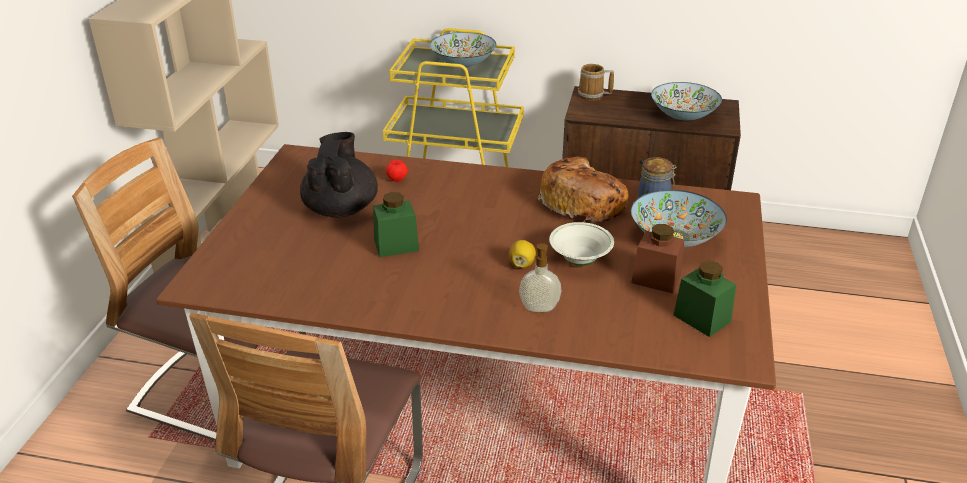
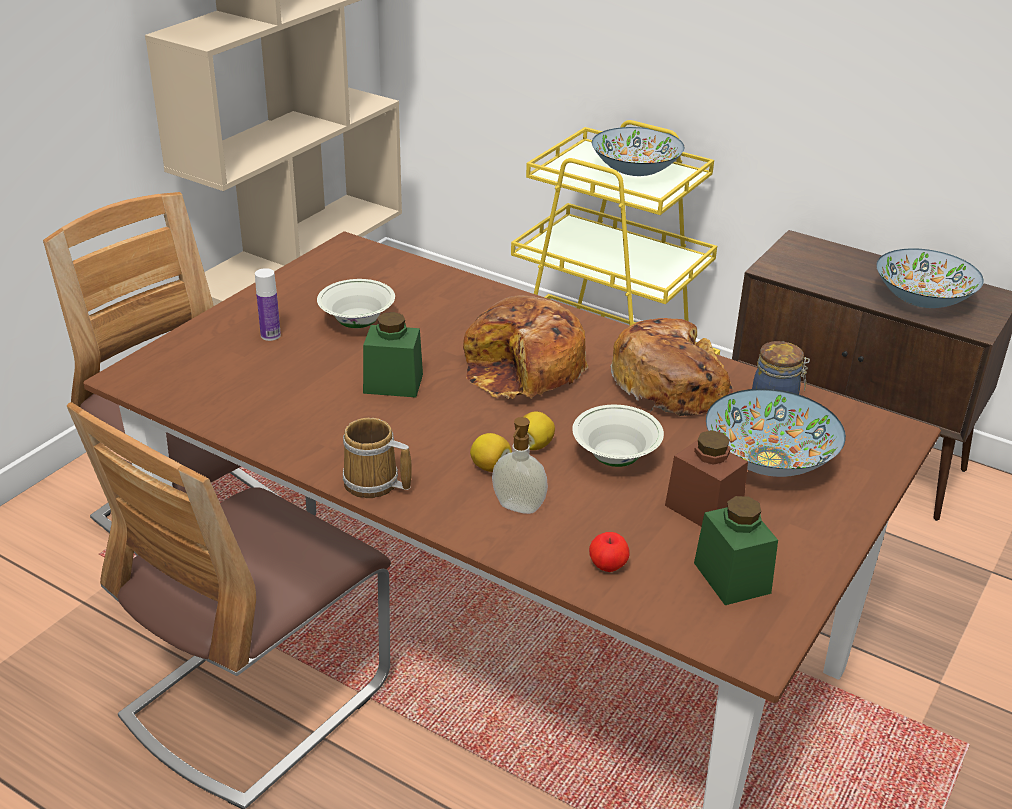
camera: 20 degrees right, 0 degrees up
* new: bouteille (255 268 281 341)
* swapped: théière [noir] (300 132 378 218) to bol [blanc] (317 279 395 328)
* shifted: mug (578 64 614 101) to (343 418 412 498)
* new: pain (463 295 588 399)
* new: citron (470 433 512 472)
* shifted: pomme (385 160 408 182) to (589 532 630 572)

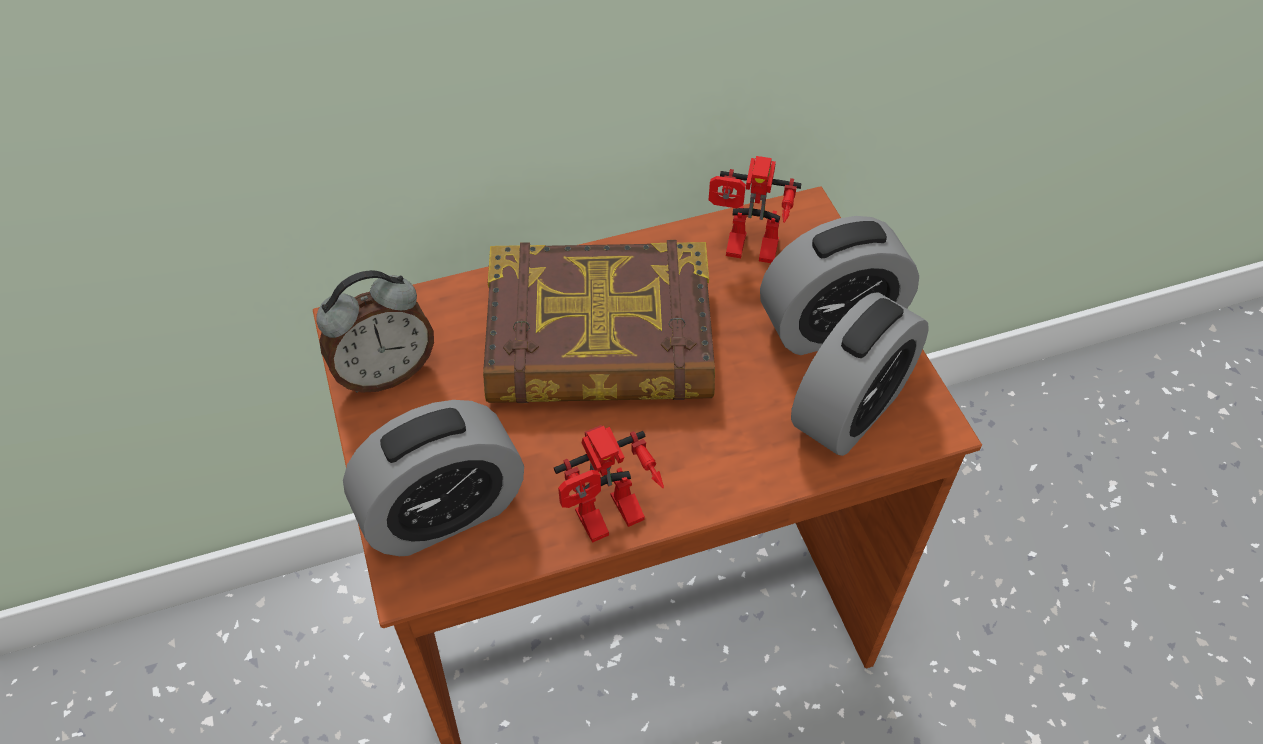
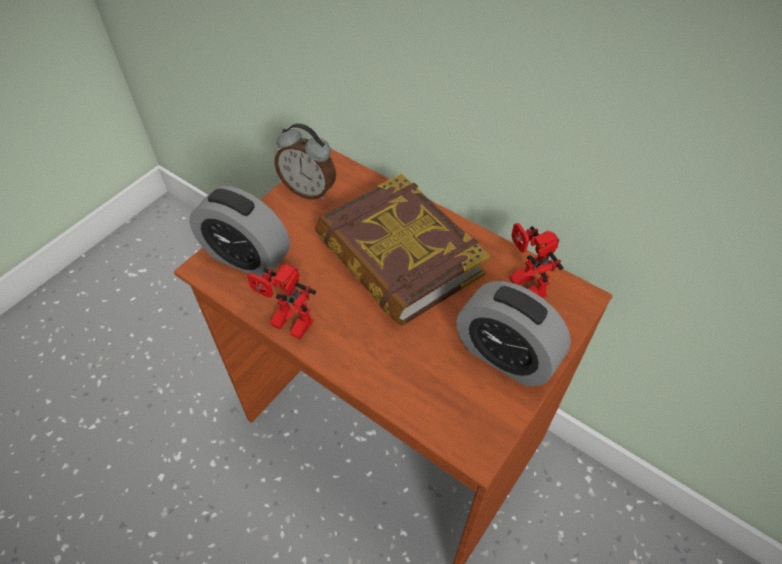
camera: 55 degrees right, 0 degrees up
* gone: réveil (791 292 928 456)

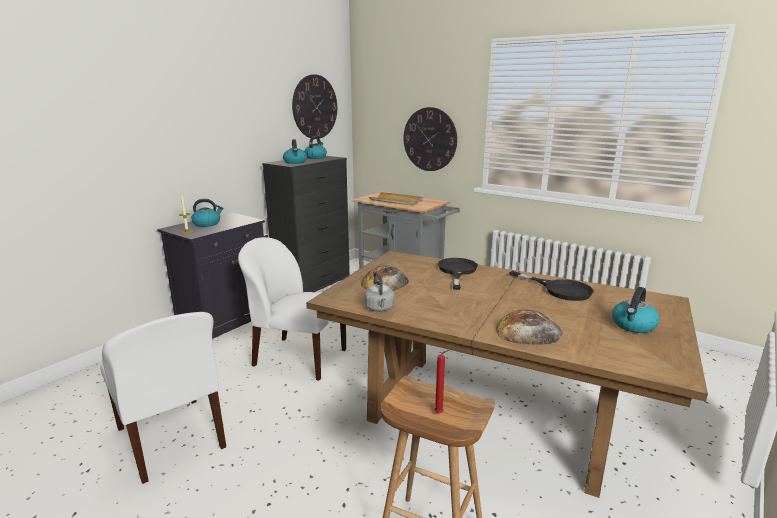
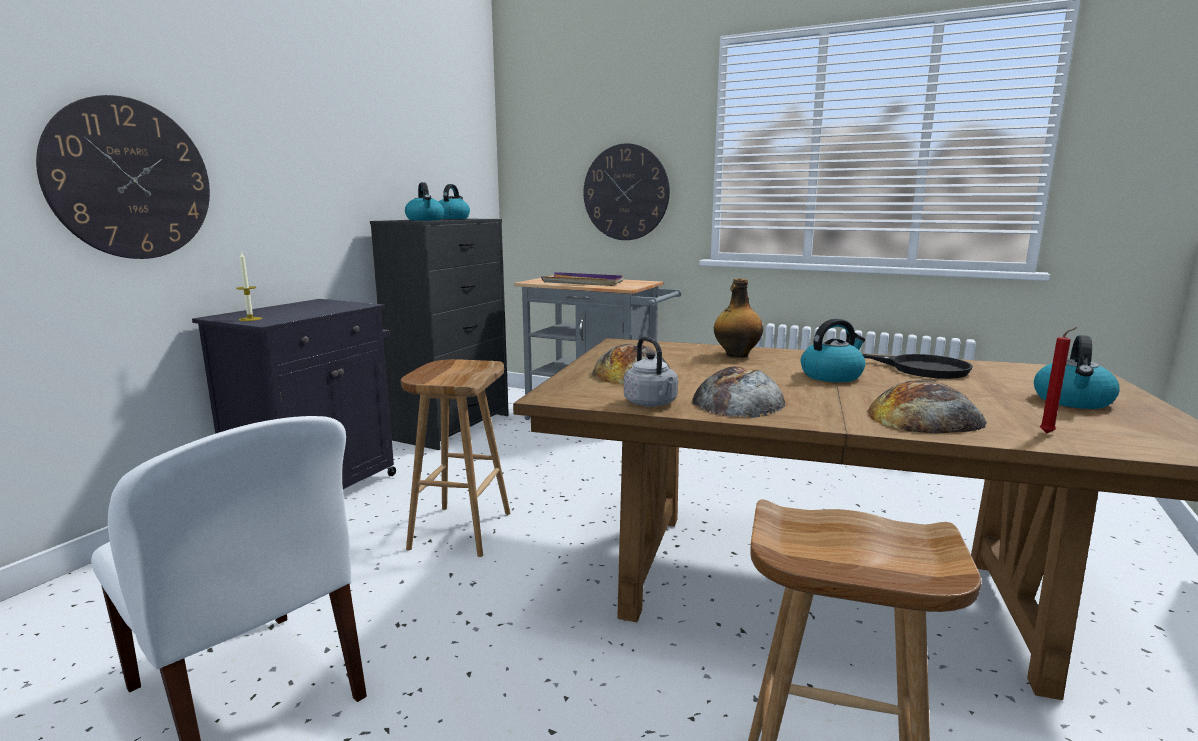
camera: 10 degrees left, 5 degrees down
* shifted: horloge murale (292 74 337 139) to (36 95 210 259)
* swapped: chaise [blanc] (238 237 346 381) to tabouret [marron] (401 359 510 557)
* repainted: plateau [beige] (369 192 423 206) to plateau [violet] (541 272 623 286)
* new: pain (692 366 785 418)
* swapped: poêle [noir] (438 258 478 290) to bouteille (714 278 763 358)
* shifted: bouilloire (191 199 223 227) to (801 319 865 382)
* shifted: bougie [rouge] (434 350 450 413) to (1040 327 1077 433)

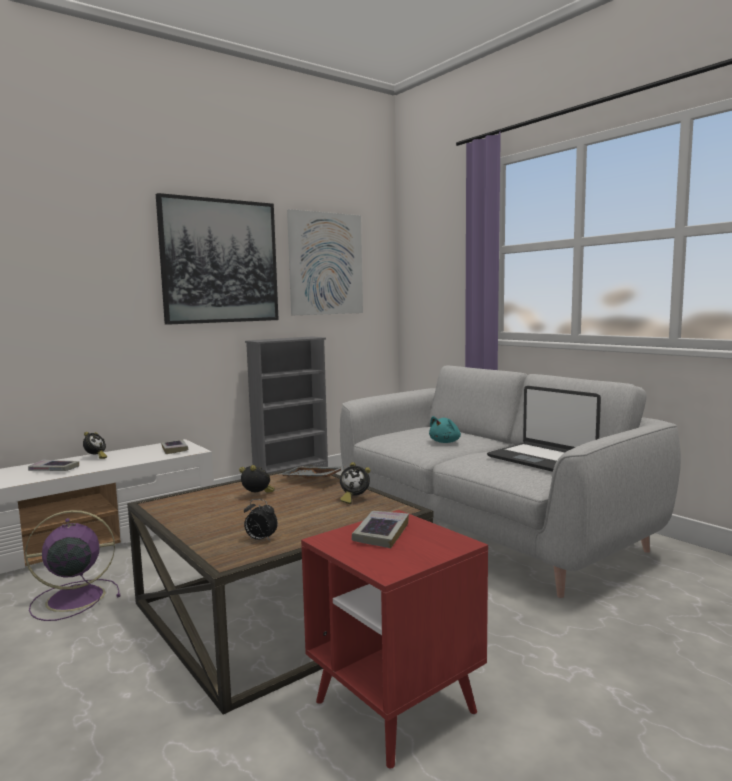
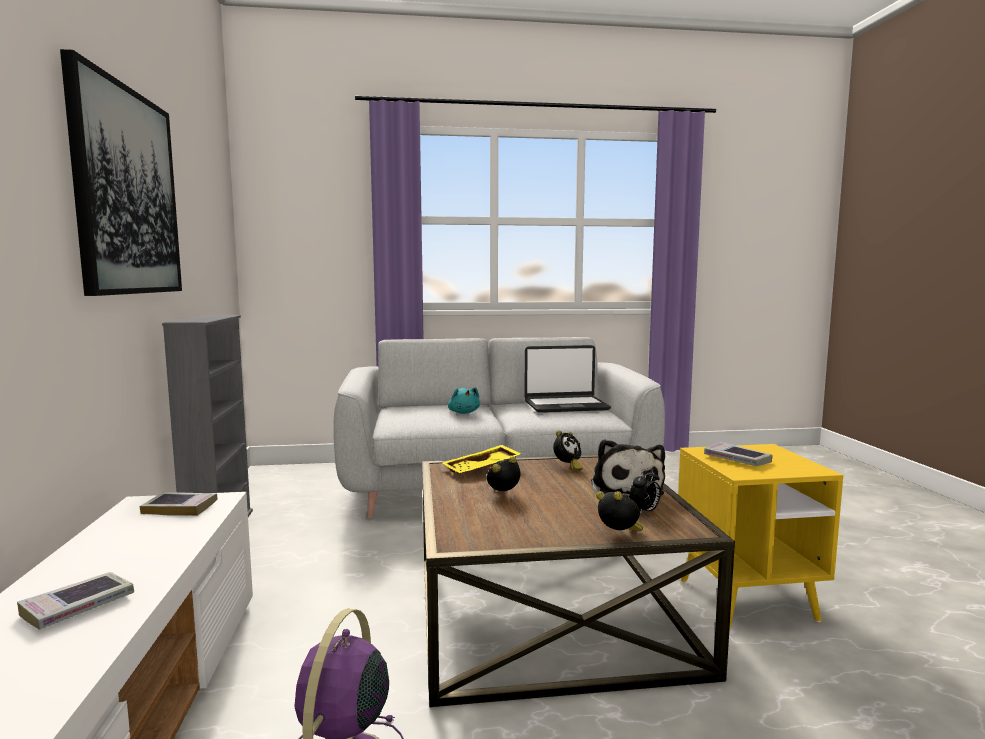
camera: 60 degrees left, 0 degrees up
* repainted: plateau [gris] (280 466 346 479) to plateau [jaune] (442 445 521 474)
* new: peluche (591 439 665 496)
* shifted: réveil (83 432 107 459) to (596 491 644 531)
* repainted: table d'appoint [rouge] (301 510 488 770) to table d'appoint [jaune] (678 444 843 628)
* gone: tableau (287 209 363 315)

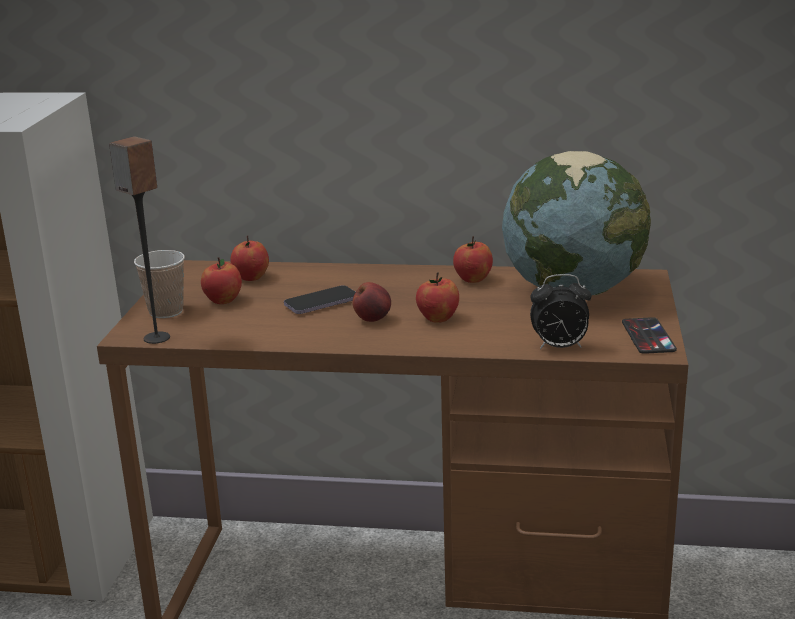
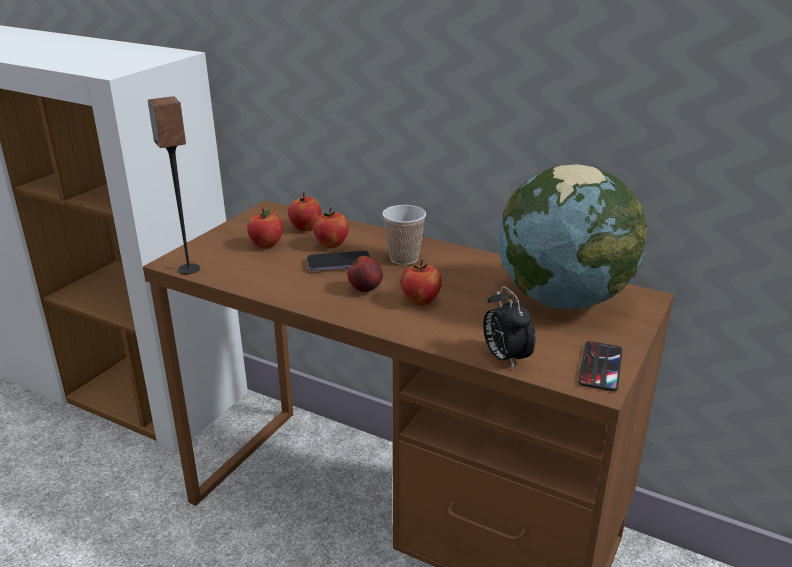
camera: 20 degrees right, 5 degrees up
* shifted: pomme (453 236 493 283) to (313 208 349 248)
* shifted: tasse (134 250 185 318) to (382 205 426 265)
* rotated: réveil (530 274 592 349) = (483 286 535 369) 45 degrees clockwise

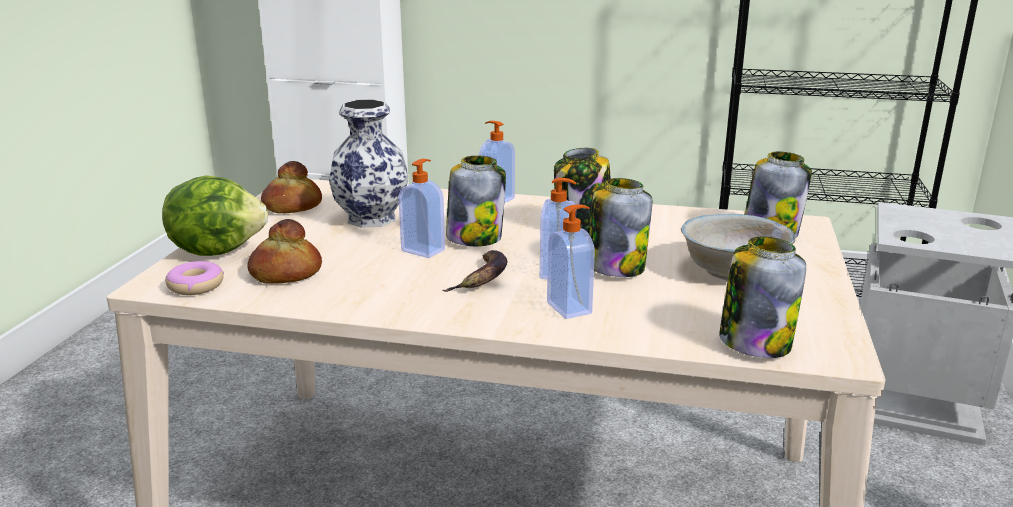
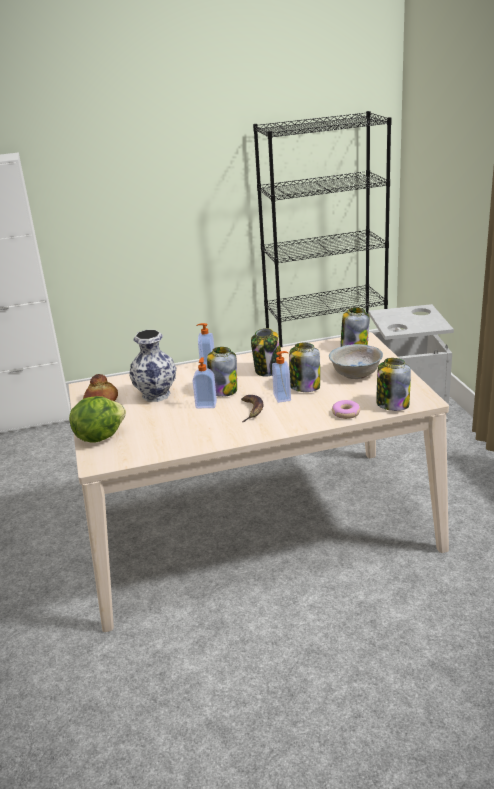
camera: 25 degrees left, 5 degrees up
* shifted: beignet (165 261 224 295) to (332 400 360 419)
* gone: pain (247 219 322 284)
* gone: distributeur de savon (547 204 595 319)

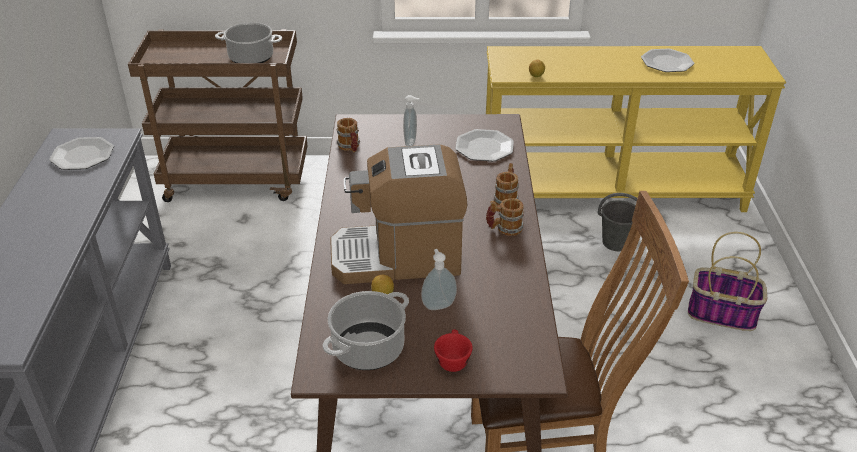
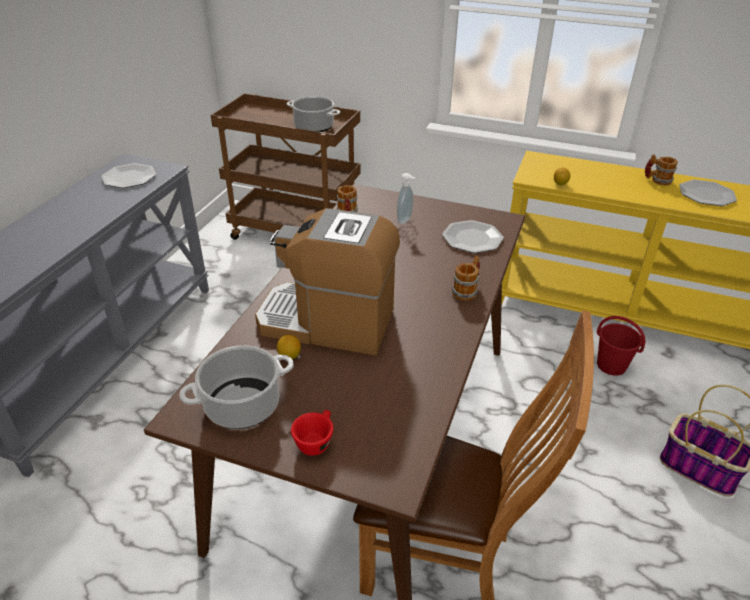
camera: 20 degrees right, 0 degrees up
* repainted: seau [gris] (598 193 637 251) to seau [rouge] (597 316 645 376)
* shifted: mug (486 198 524 236) to (645 154 678 186)
* gone: distributeur de savon (421 249 457 310)

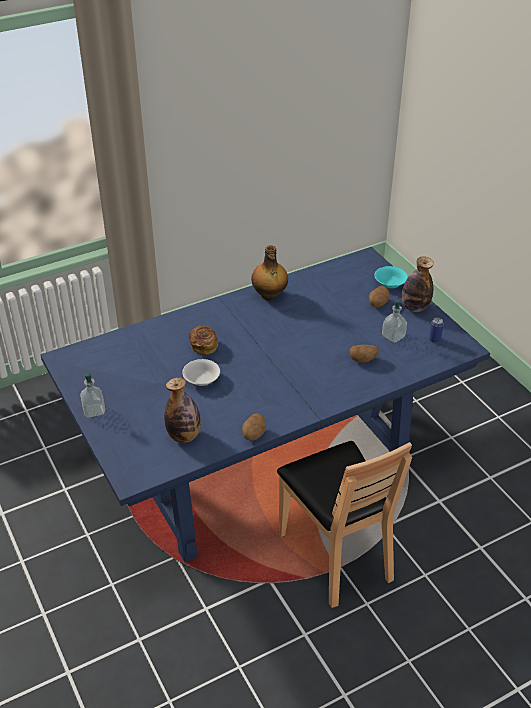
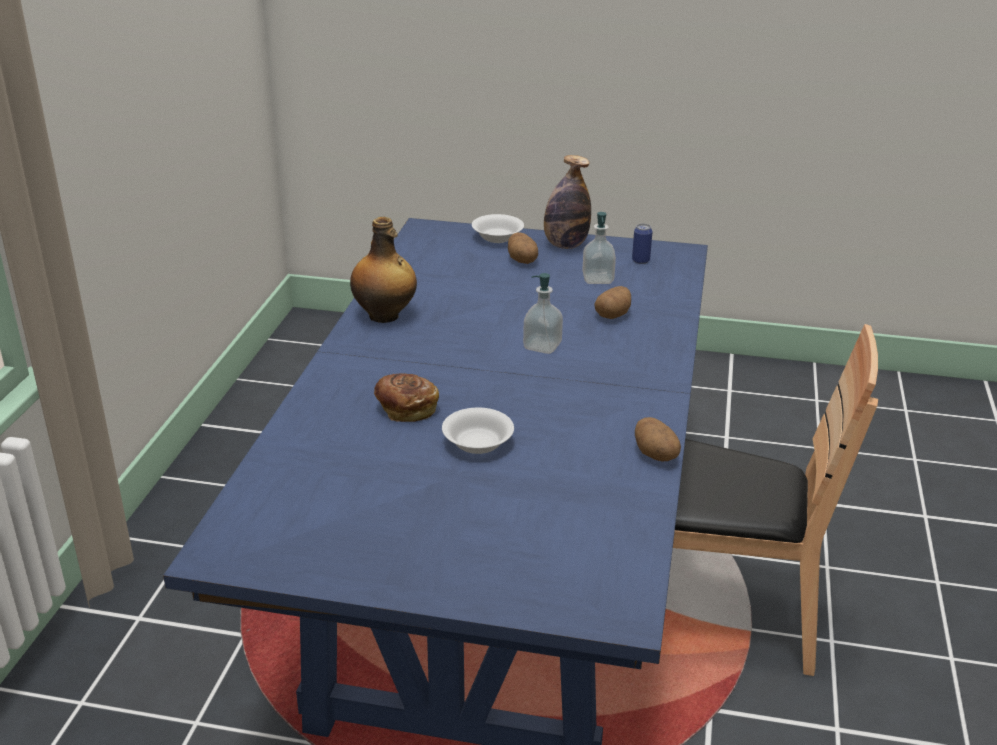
camera: 50 degrees left, 10 degrees down
* repainted: bol [turquoise] (374 266 408 288) to bol [blanc] (472 214 524 243)
* shifted: distributeur de savon (80 371 105 418) to (523 273 563 354)
* gone: bouteille (164 377 201 443)

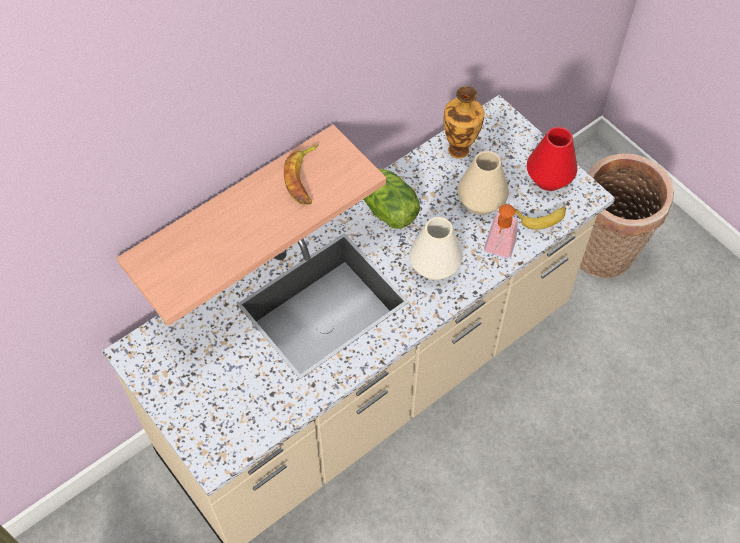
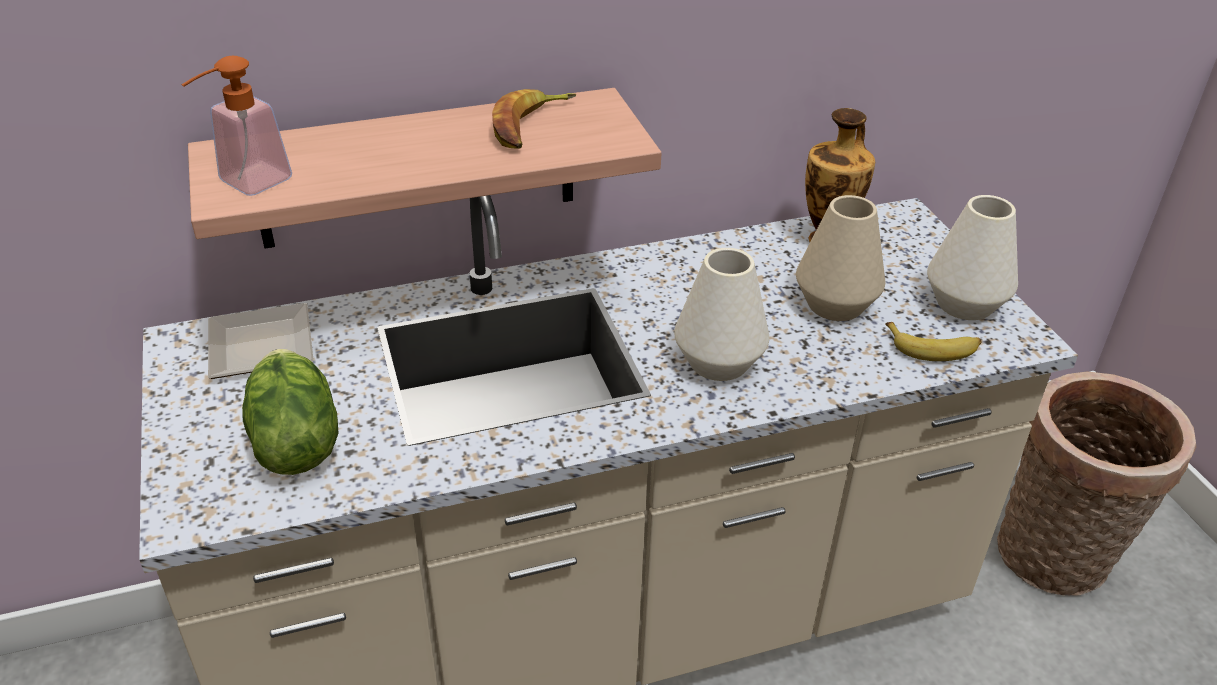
camera: 20 degrees right, 20 degrees down
* shifted: distributeur de savon (484 204 518 258) to (181 56 292 196)
* new: assiette (208 303 314 379)
* shifted: laitue (364 168 420 229) to (242 349 339 475)
* repainted: vase [rouge] (527 127 577 191) to vase [blanc] (927 195 1018 320)

